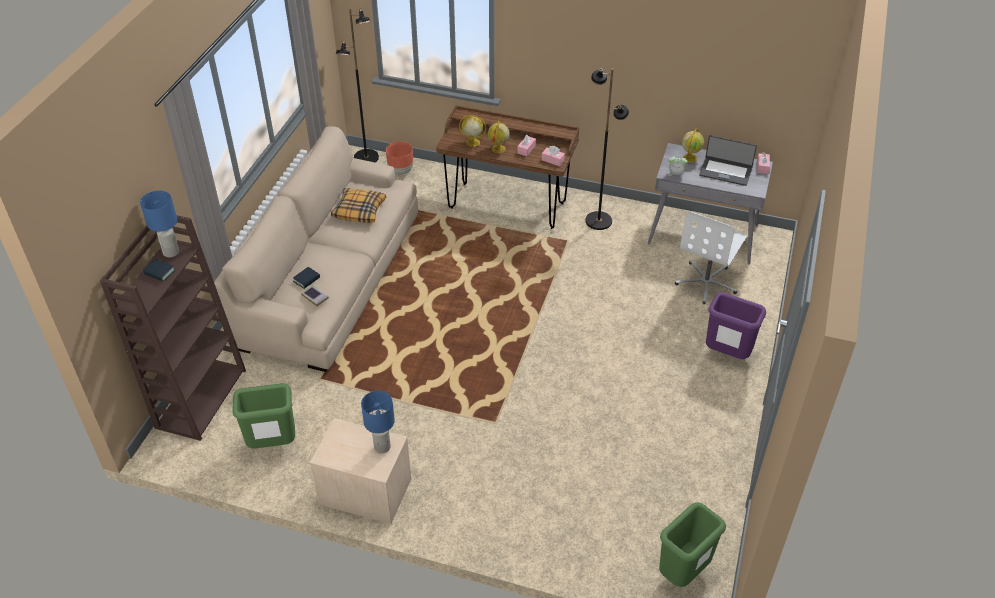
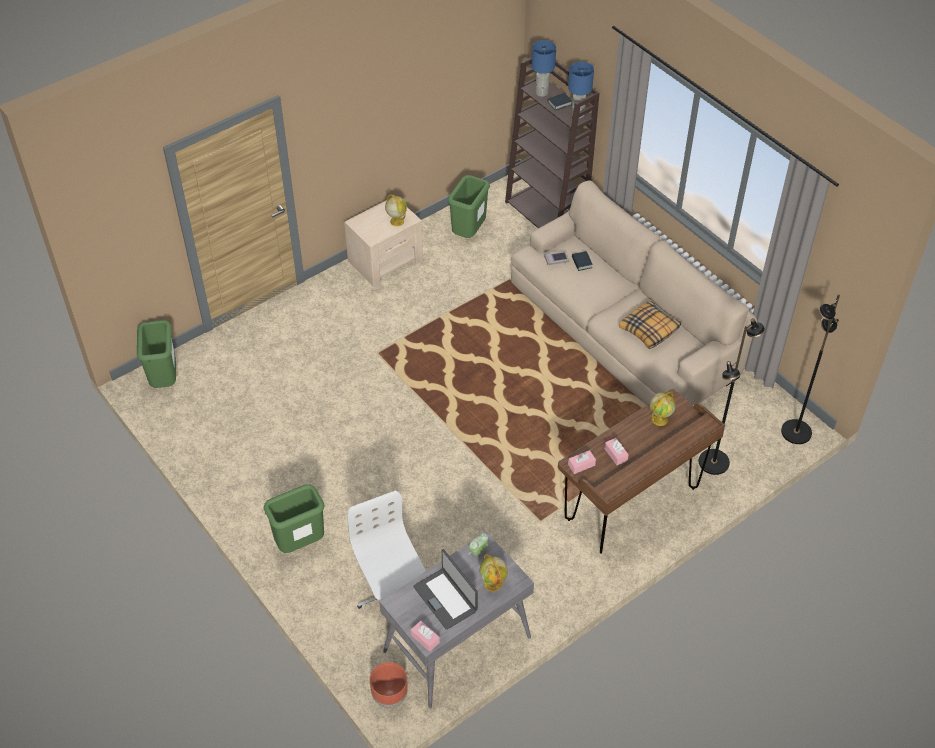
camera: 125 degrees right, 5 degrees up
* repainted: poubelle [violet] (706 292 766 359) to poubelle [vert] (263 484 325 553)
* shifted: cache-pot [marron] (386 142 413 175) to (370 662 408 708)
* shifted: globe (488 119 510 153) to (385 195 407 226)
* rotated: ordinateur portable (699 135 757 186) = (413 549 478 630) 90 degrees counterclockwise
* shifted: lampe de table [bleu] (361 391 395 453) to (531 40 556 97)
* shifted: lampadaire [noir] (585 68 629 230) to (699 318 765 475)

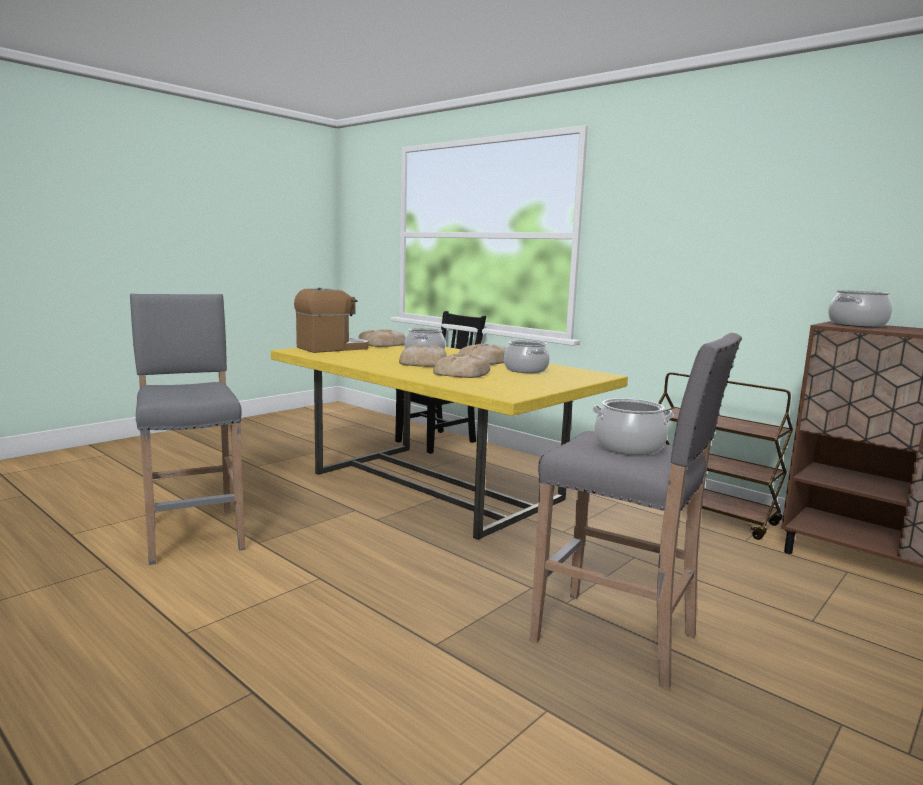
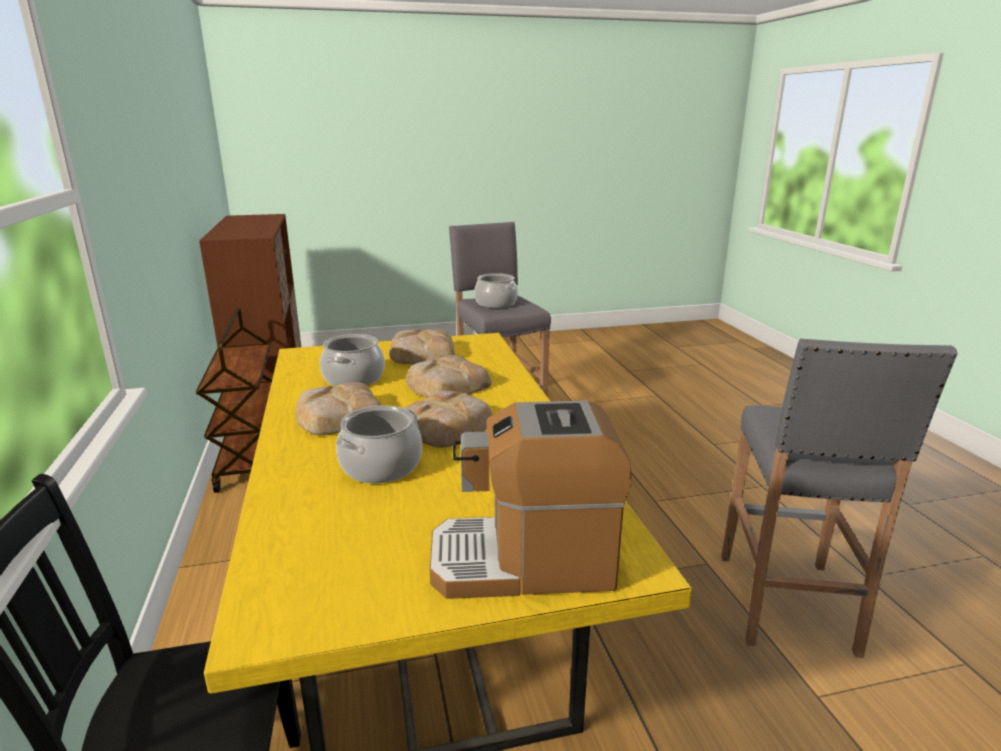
camera: 145 degrees left, 10 degrees up
* shifted: pain (358 329 406 347) to (389 329 455 364)
* gone: marmite (828 290 892 327)

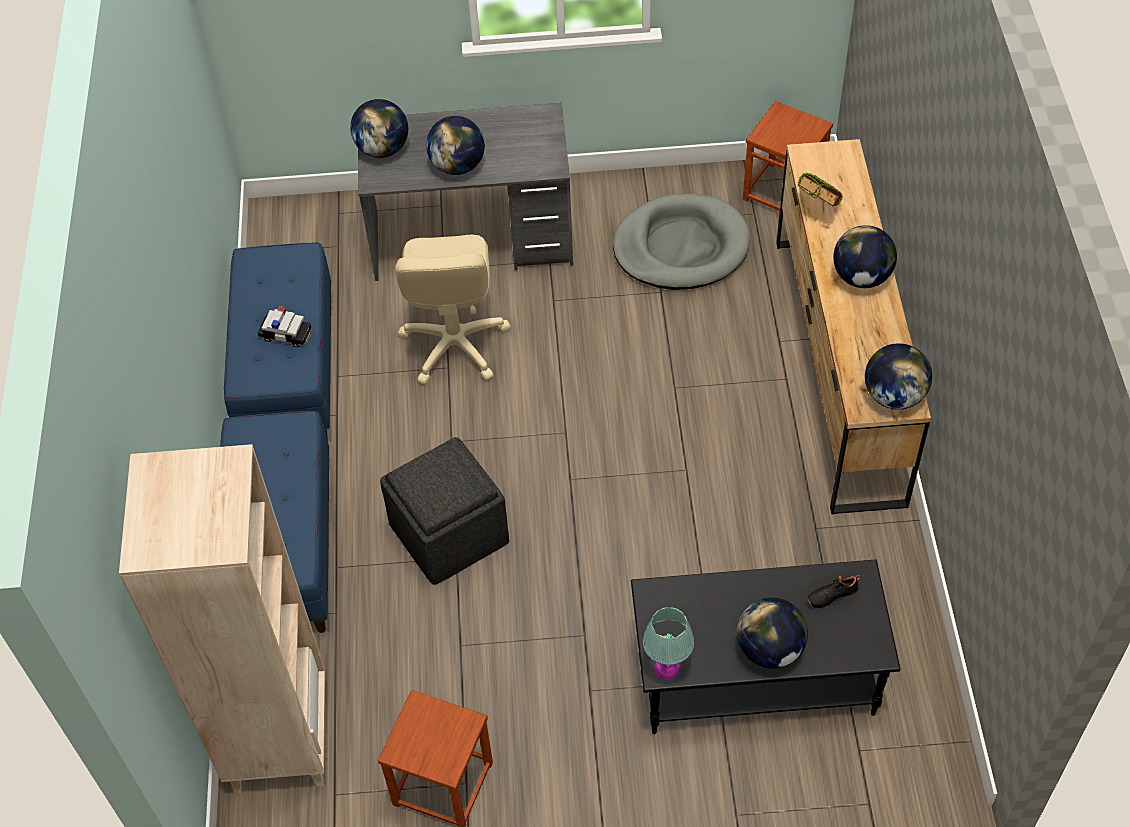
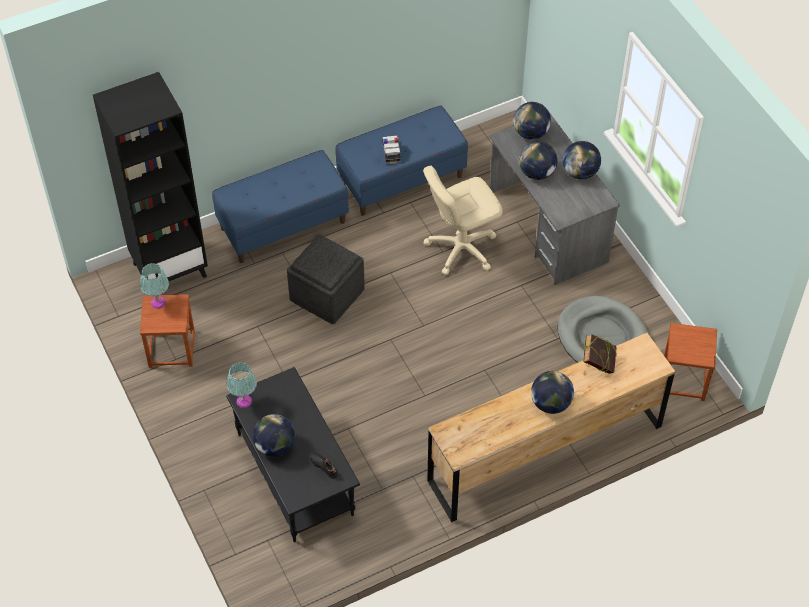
camera: 65 degrees right, 0 degrees up
* repainted: bibliothèque [beige] (119 444 325 794) to bibliothèque [noir] (93 72 208 281)
* new: lampe de table [turquoise] (140 263 169 309)
* shifted: globe (865 343 932 410) to (563 141 601 179)

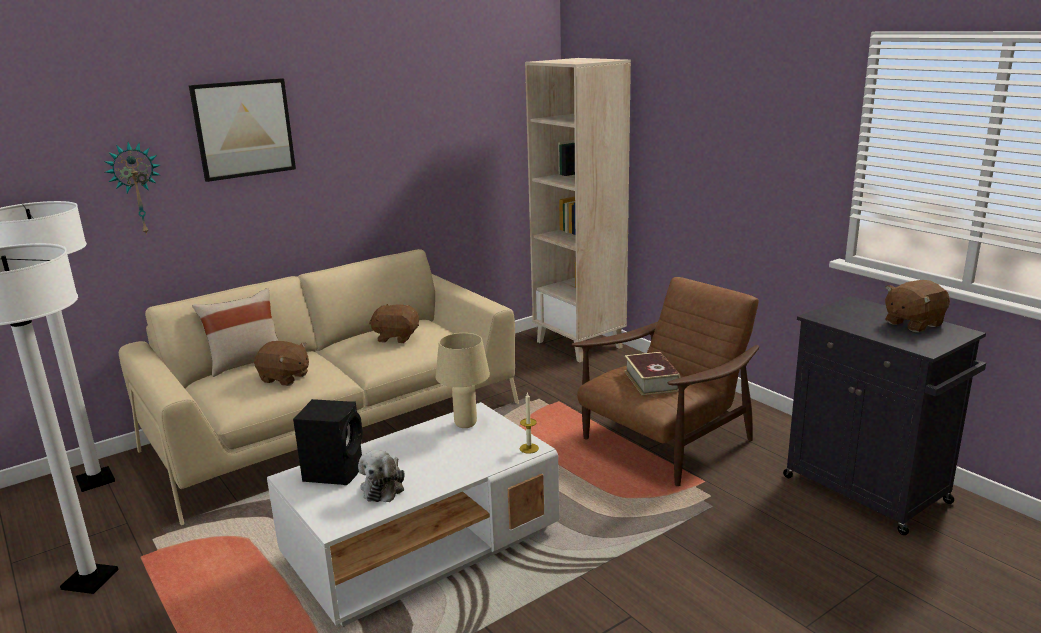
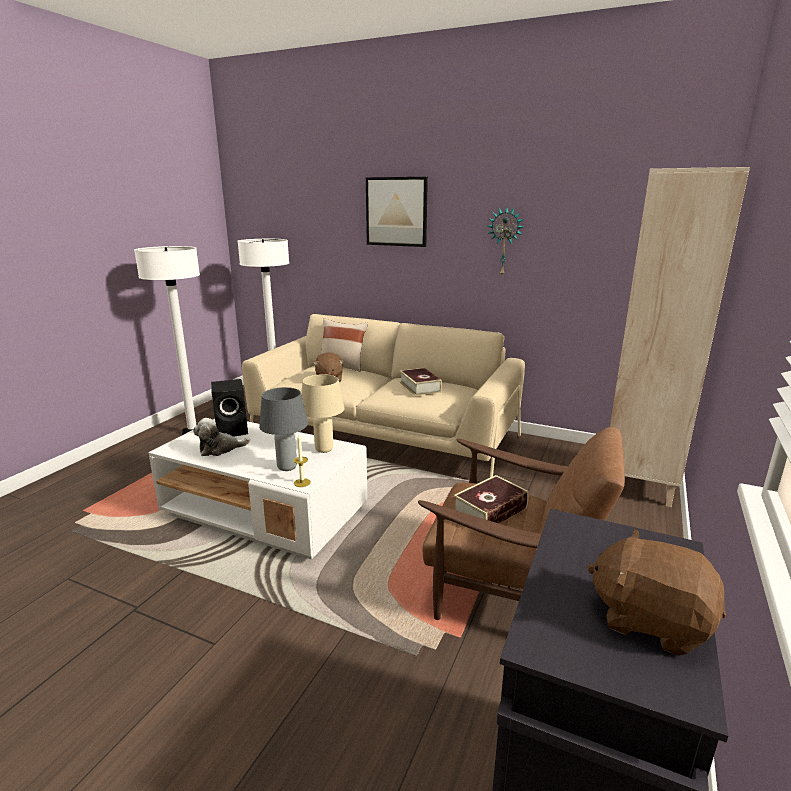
camera: 60 degrees right, 0 degrees up
* new: lampe de table [gris] (259 387 308 471)
* swapped: peluche [marron] (369 304 419 343) to livre (400 368 442 396)
* shifted: horloge murale (104 142 160 236) to (487 207 524 275)

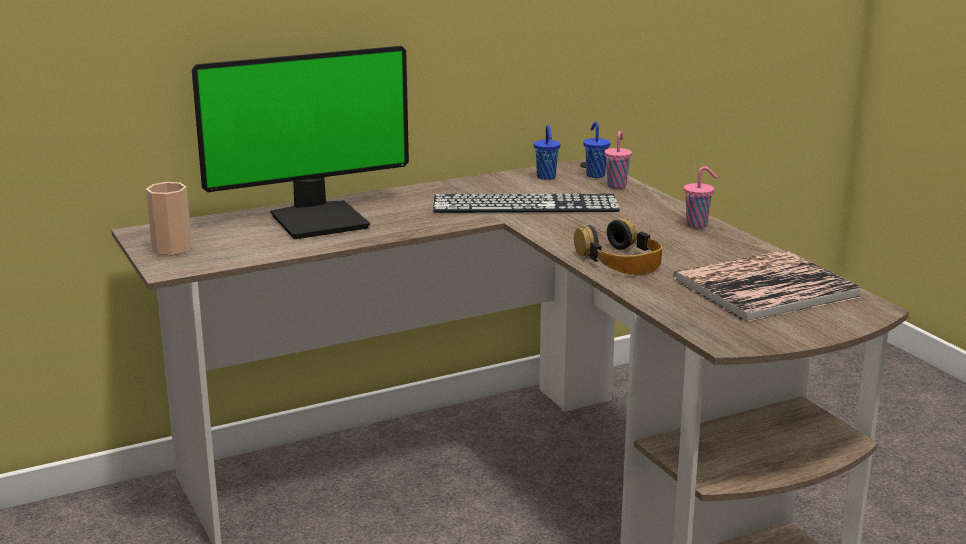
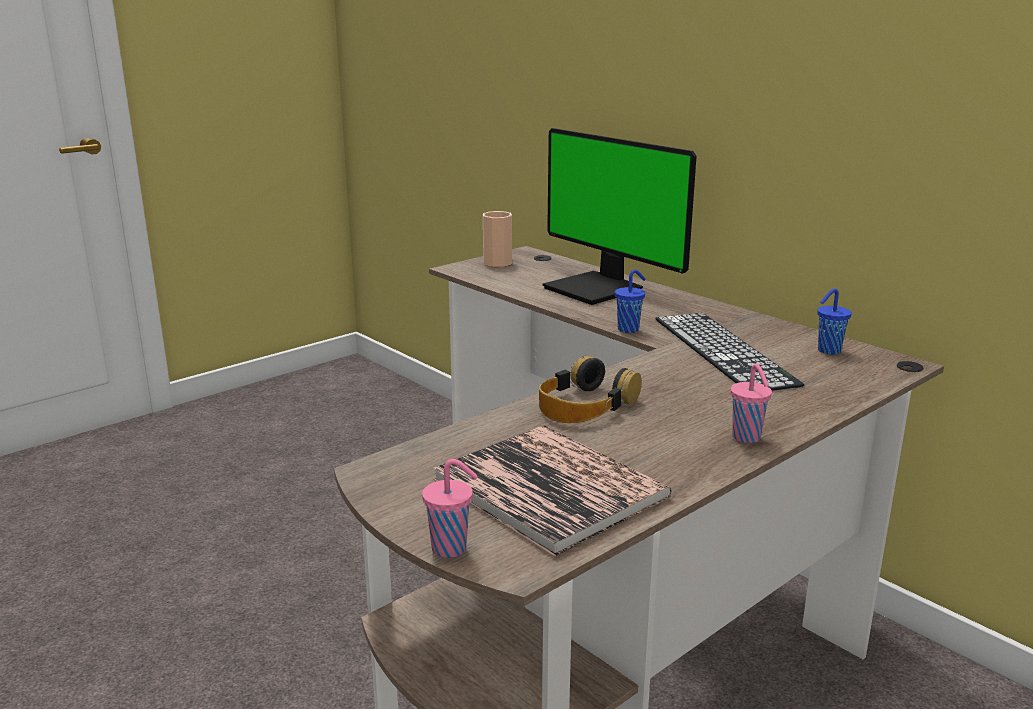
camera: 75 degrees right, 0 degrees up
* shifted: tasse [rose] (604 131 632 189) to (422 459 478 558)
* shifted: tasse [bleu] (584 122 610 178) to (615 270 646 333)

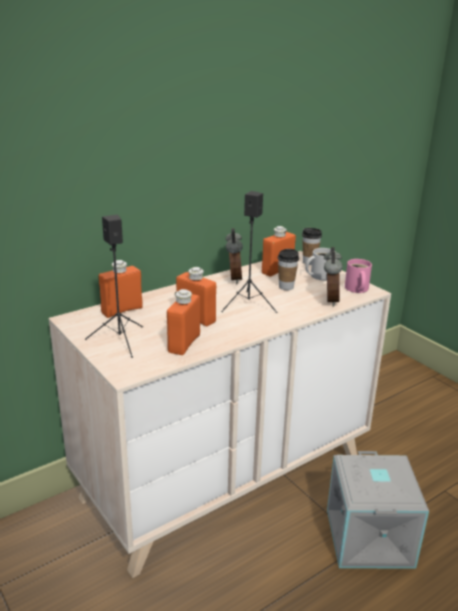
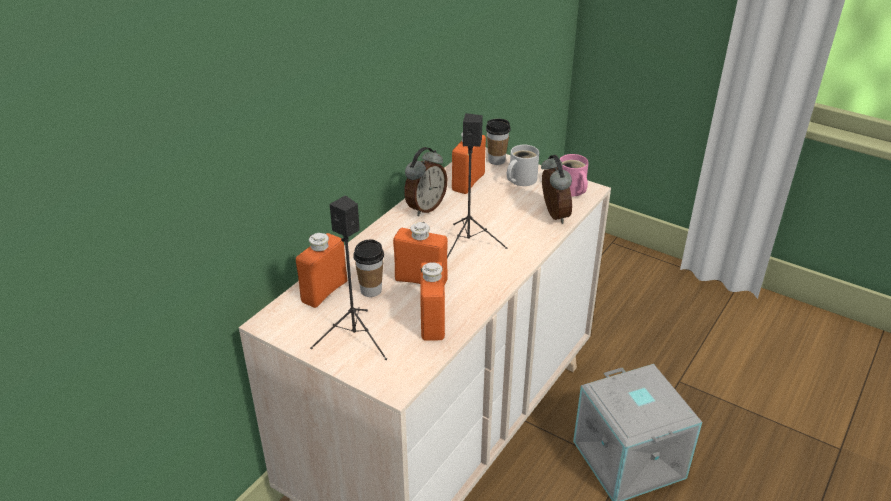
camera: 20 degrees left, 10 degrees up
* shifted: tasse (278 249 299 290) to (353 240 384 297)
* rotated: réveil (225 228 243 284) = (404 147 447 216) 60 degrees clockwise

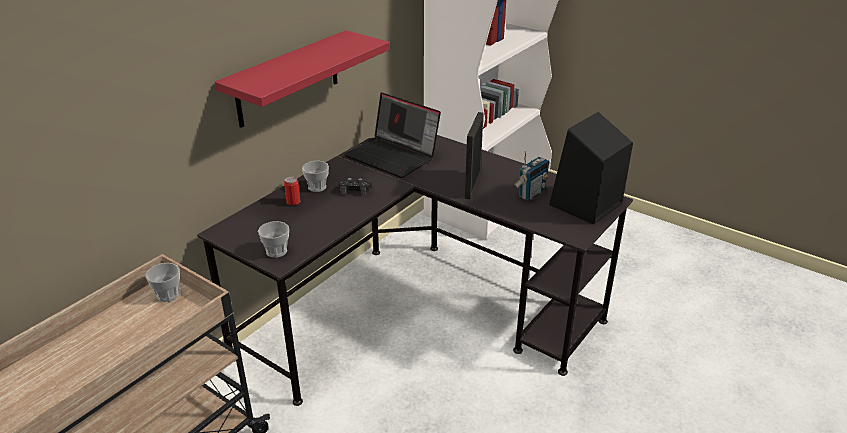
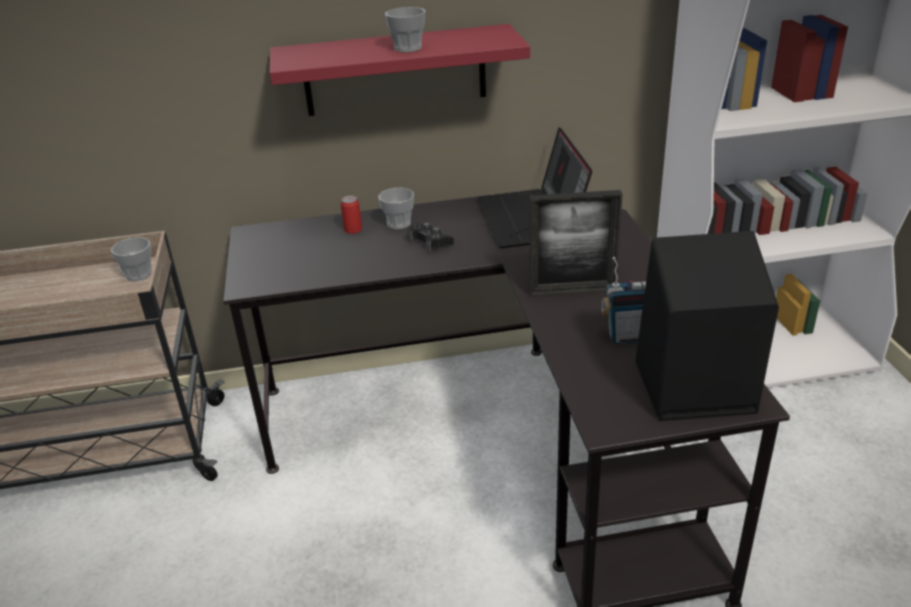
camera: 45 degrees right, 0 degrees up
* shifted: tasse (258 221 289 258) to (385 7 425 52)
* rotated: cadre photo (465 112 484 199) = (529 190 622 297) 150 degrees counterclockwise

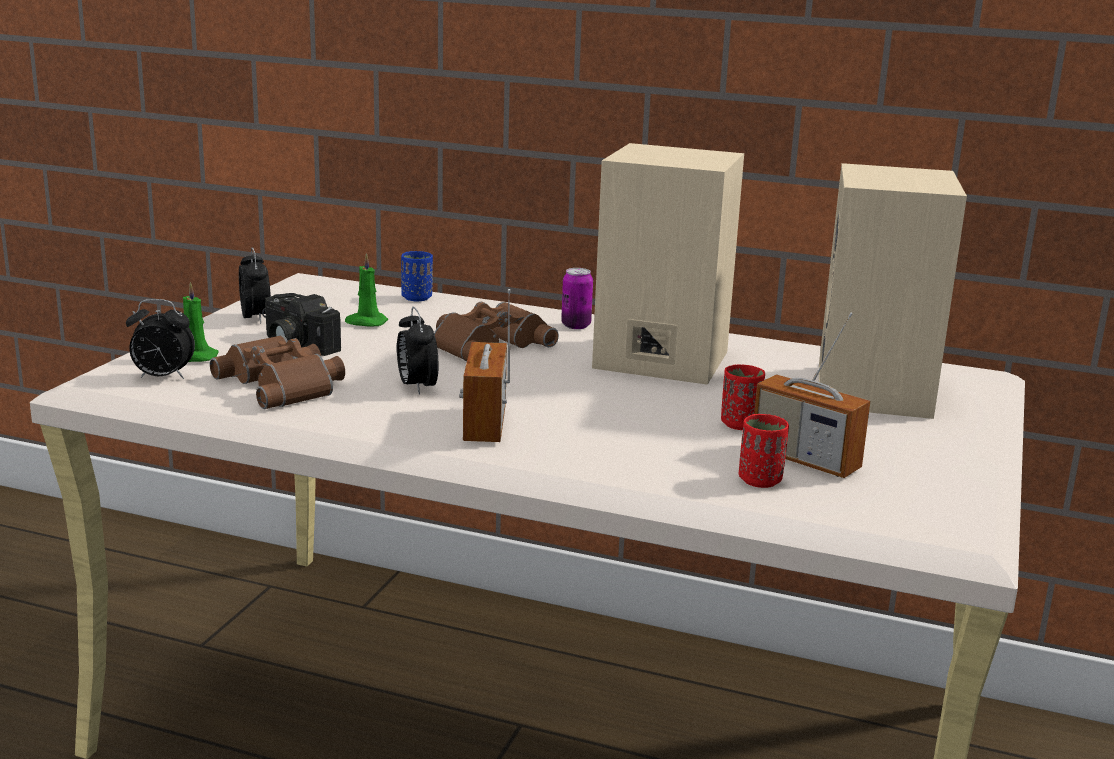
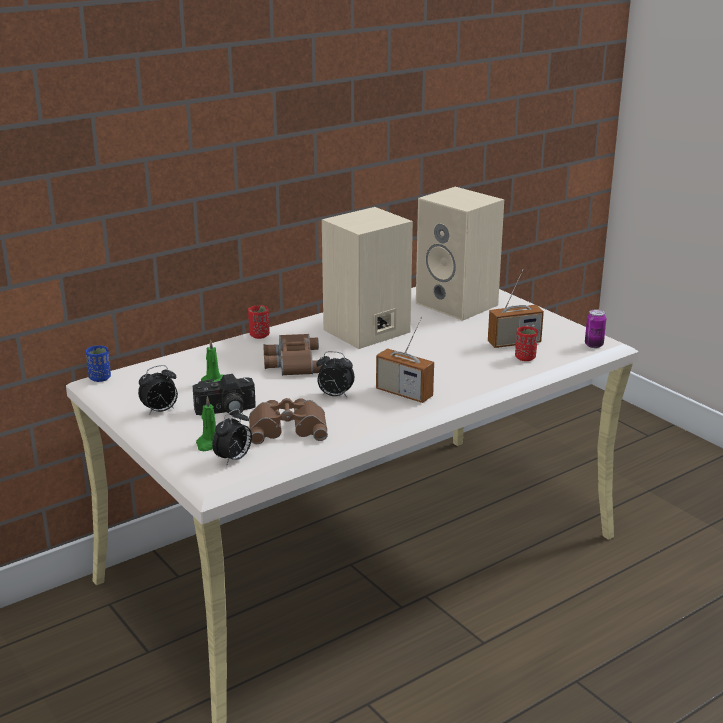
camera: 55 degrees left, 5 degrees up
* shifted: tasse [bleu] (401 251 433 301) to (86 345 111 382)
* rotated: réveil (239 247 271 324) = (138 365 178 415) 135 degrees clockwise
* shifted: tasse [rouge] (721 364 765 430) to (248 305 270 339)
* shifted: boîte métallique (561 268 593 329) to (585 309 606 348)

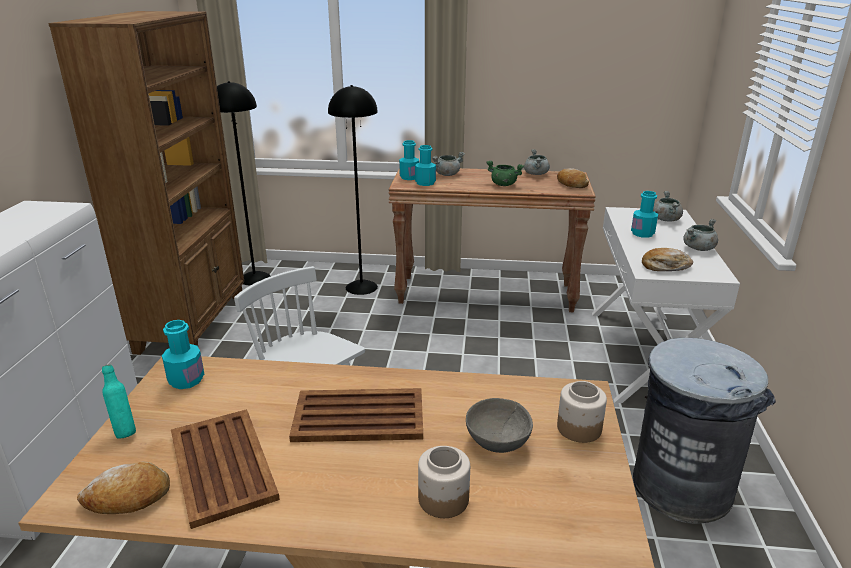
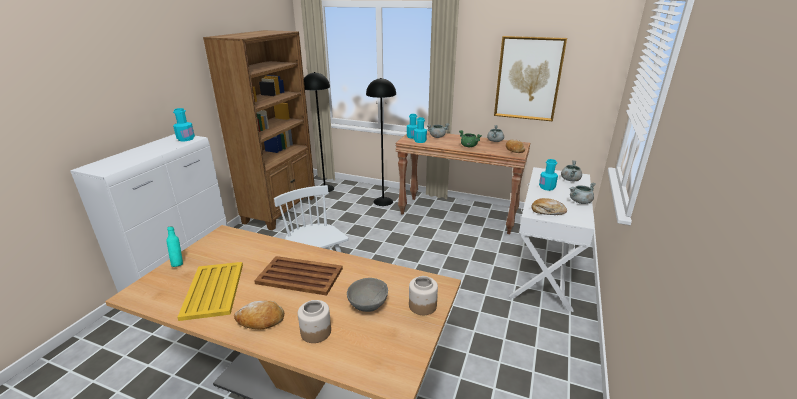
camera: 15 degrees right, 0 degrees up
* shifted: bouteille [turquoise] (162 320 204 389) to (173 108 195 141)
* repainted: plateau [marron] (171 409 280 529) to plateau [jaune] (177 262 243 321)
* shifted: pain (77 461 170 514) to (234 301 284 330)
* new: tableau (494 36 567 121)
* gone: poubelle [gris] (633 338 776 524)

